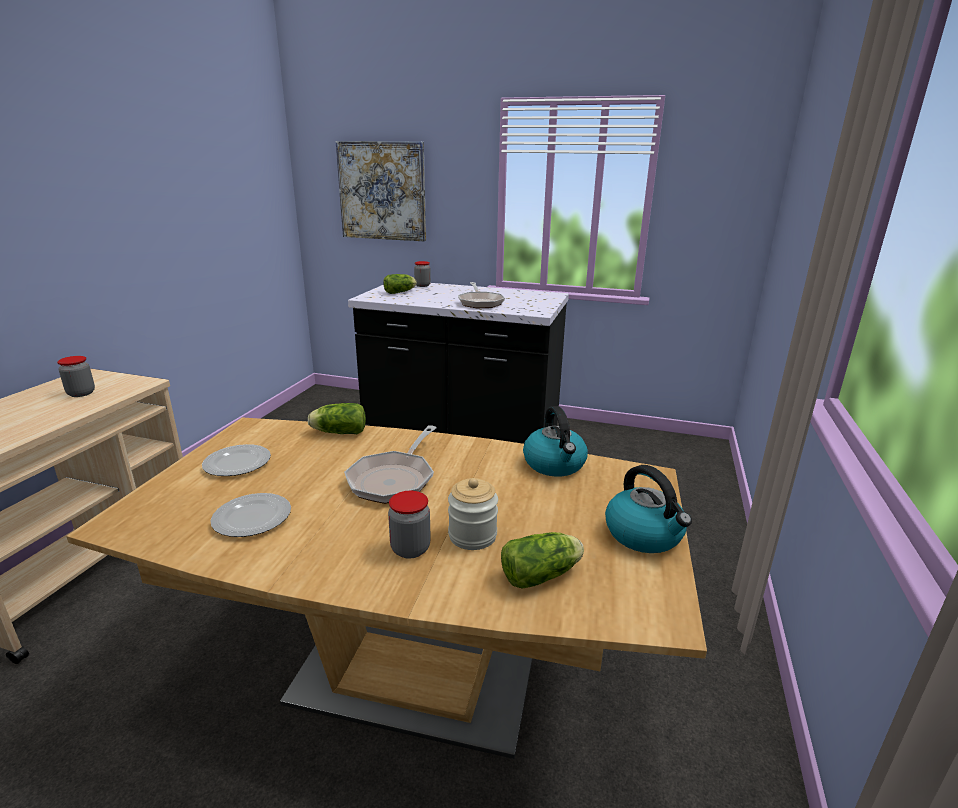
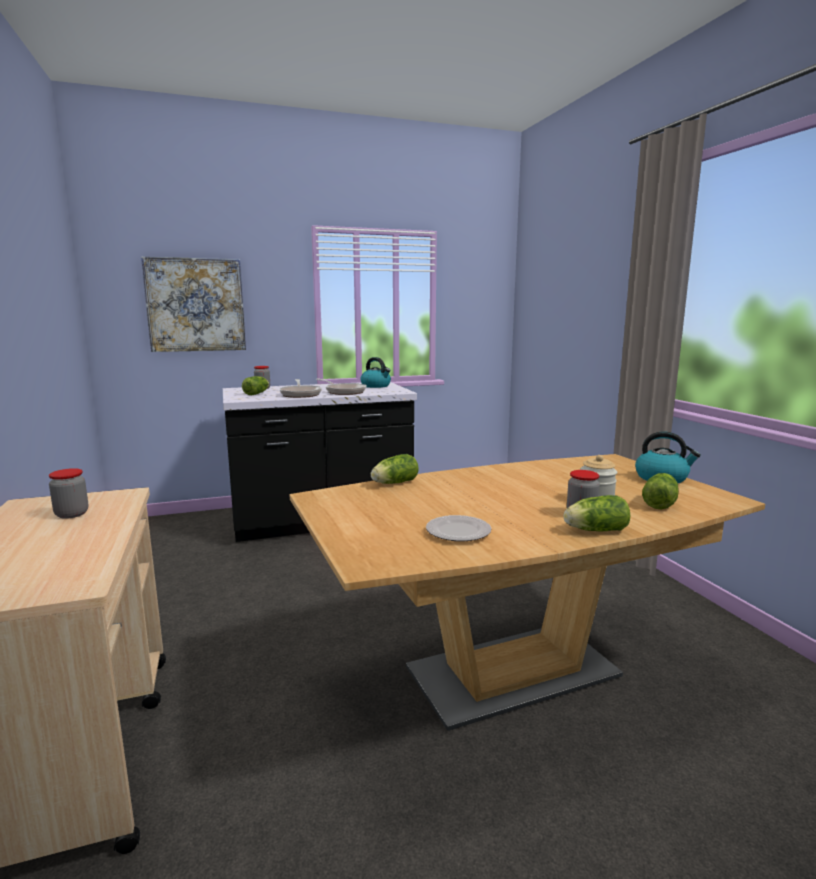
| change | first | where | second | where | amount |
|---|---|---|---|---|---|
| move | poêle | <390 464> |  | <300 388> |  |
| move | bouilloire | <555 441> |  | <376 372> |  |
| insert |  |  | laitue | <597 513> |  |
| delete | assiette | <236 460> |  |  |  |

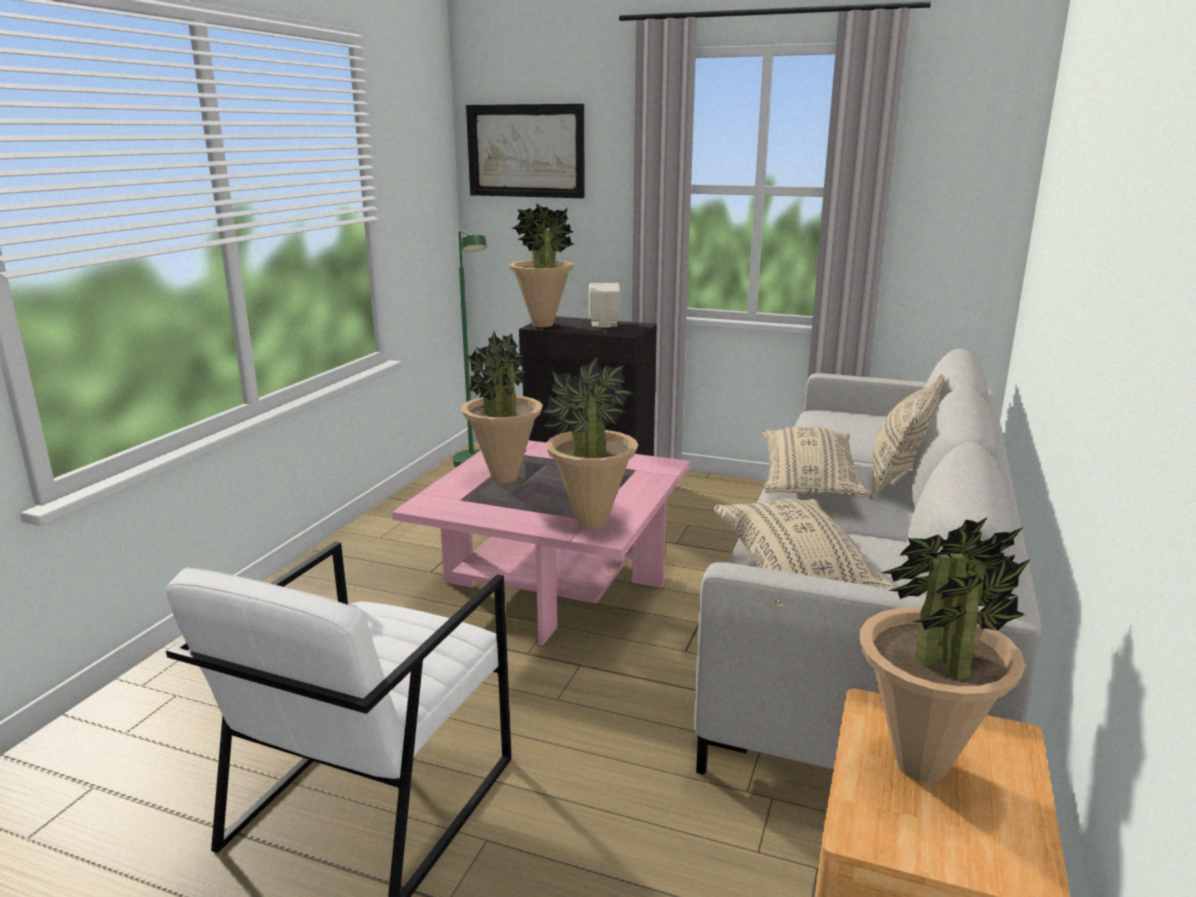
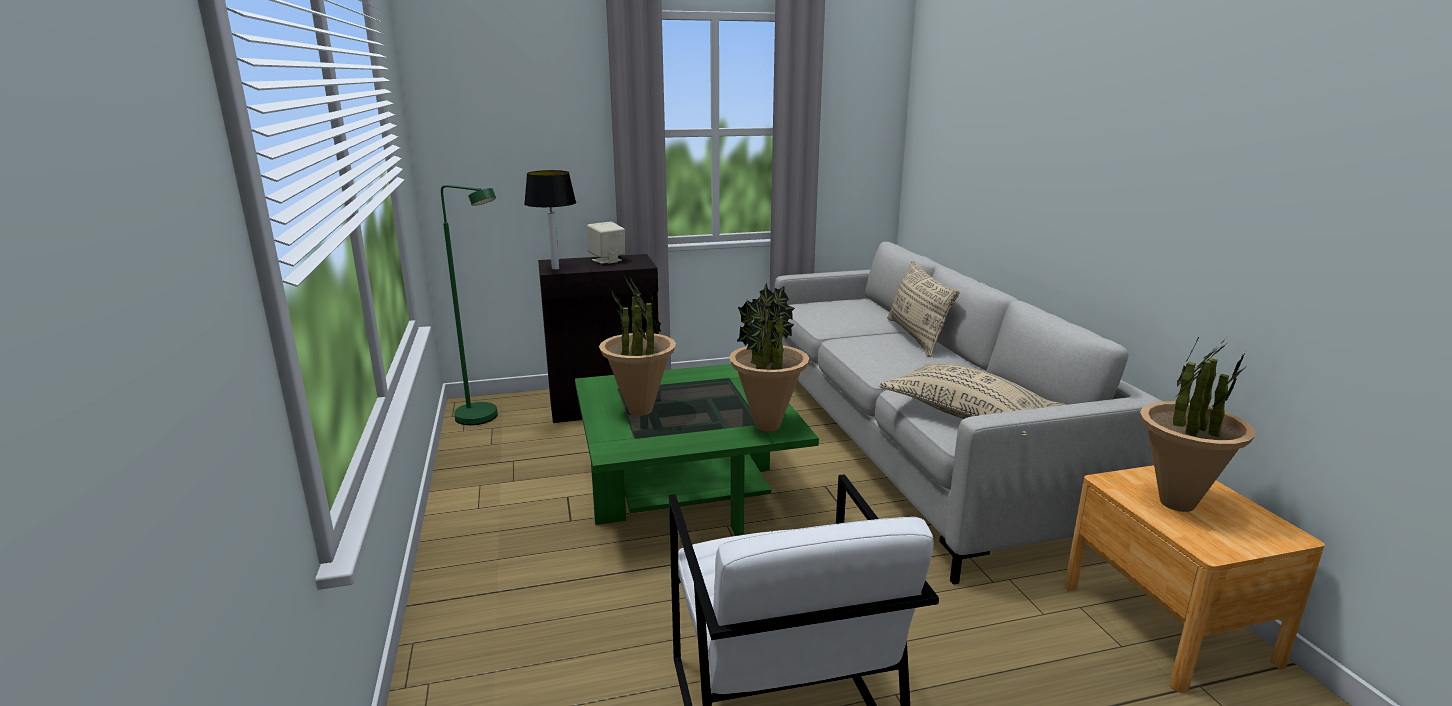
| change | first | where | second | where | amount |
|---|---|---|---|---|---|
| replace | plante en pot | <541 265> | lampe de table | <550 220> |  |
| recolor | table basse/rose | <541 542> | table basse/vert | <697 450> |  |
| delete | tableau | <525 151> |  |  |  |
| delete | coussin/beige | <815 462> |  |  |  |

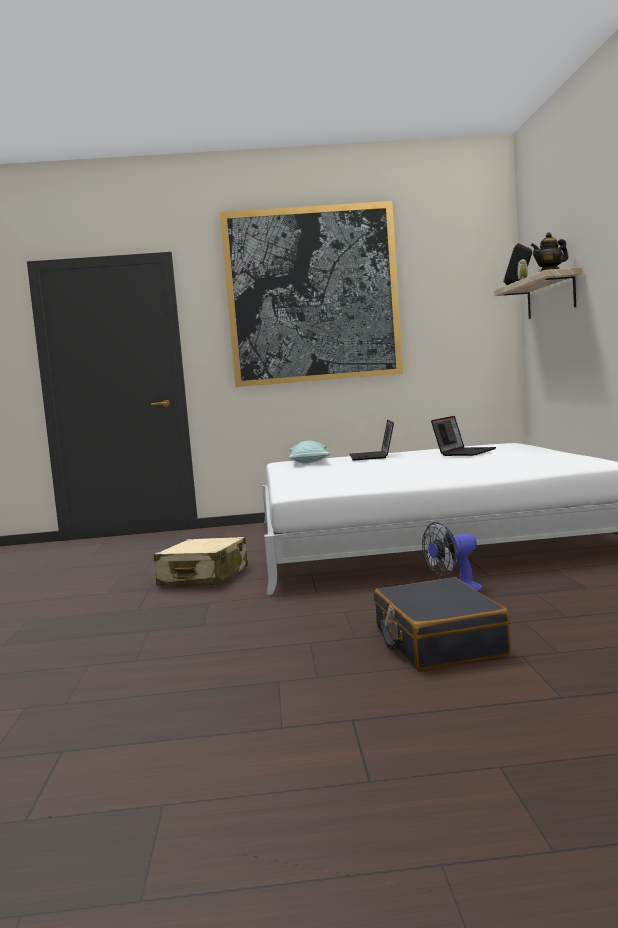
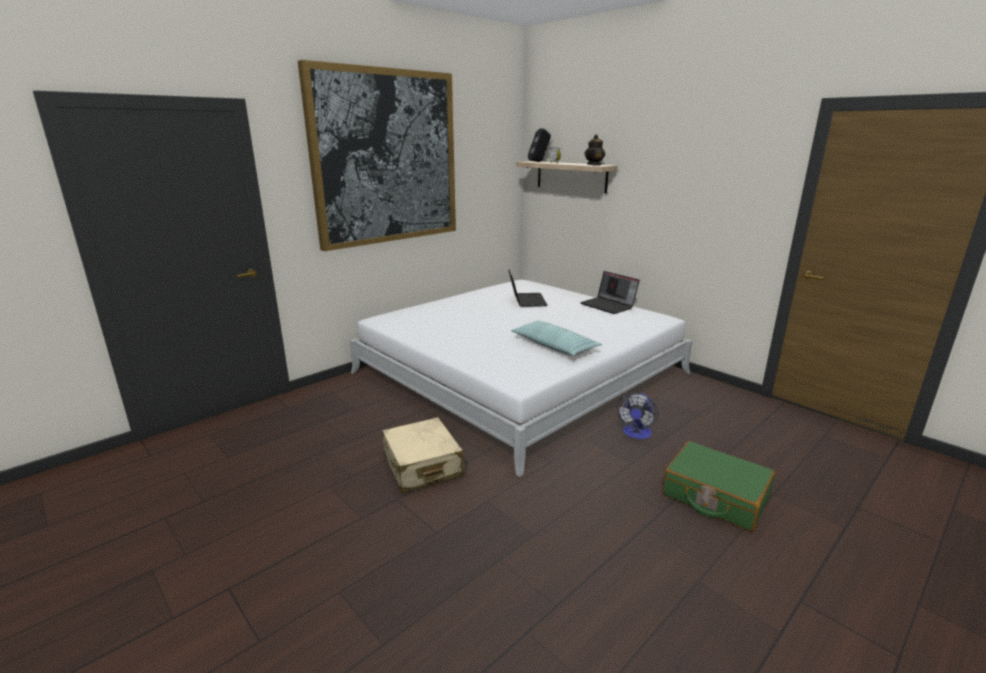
| change | first | where | second | where | amount |
|---|---|---|---|---|---|
| move | coussin | <309 452> |  | <556 338> |  |
| move | ordinateur portable | <372 440> |  | <610 292> |  |
| recolor | valise/noir | <442 623> | valise/vert | <719 486> |  |

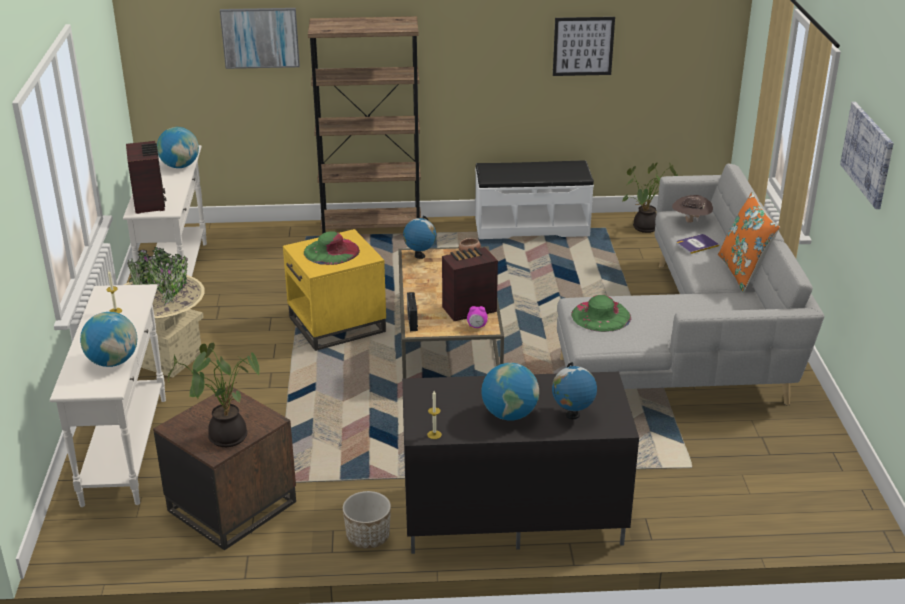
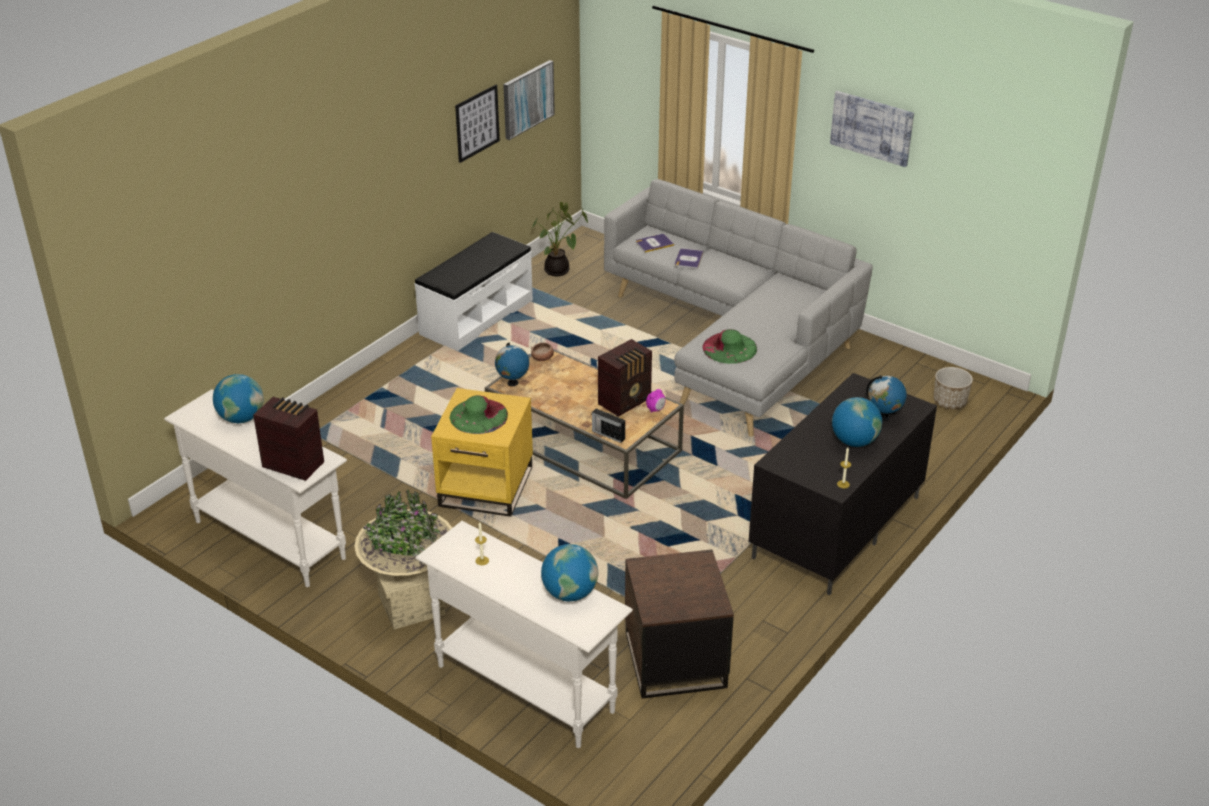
| change | first | where | second | where | amount |
|---|---|---|---|---|---|
| move | tableau | <260 38> |  | <529 100> |  |
| rotate | radio | <470 284> |  | <625 378> | 150 degrees counterclockwise |
| replace | chapeau/marron | <692 209> | livre | <655 243> |  |
| move | cache-pot | <367 520> |  | <953 388> |  |
| delete | plante en pot | <213 395> |  |  |  |
| delete | bibliothèque/marron | <364 125> |  |  |  |
| delete | coussin/orange | <749 242> |  |  |  |

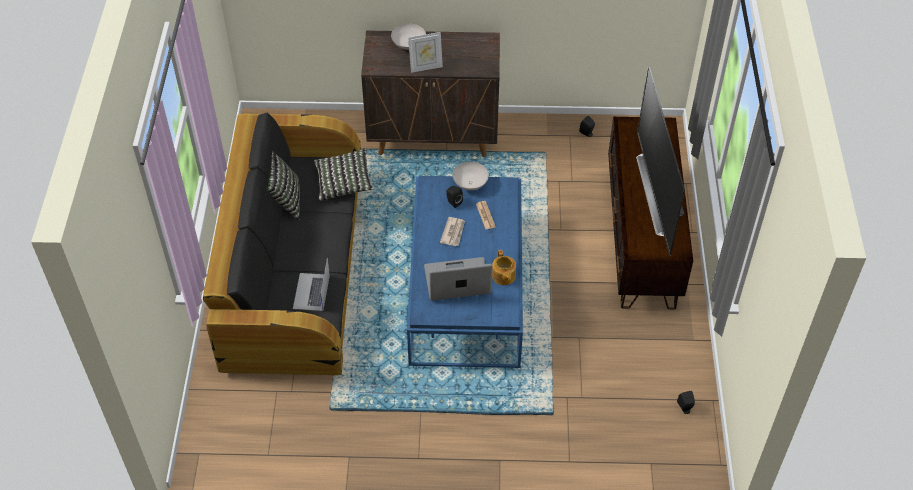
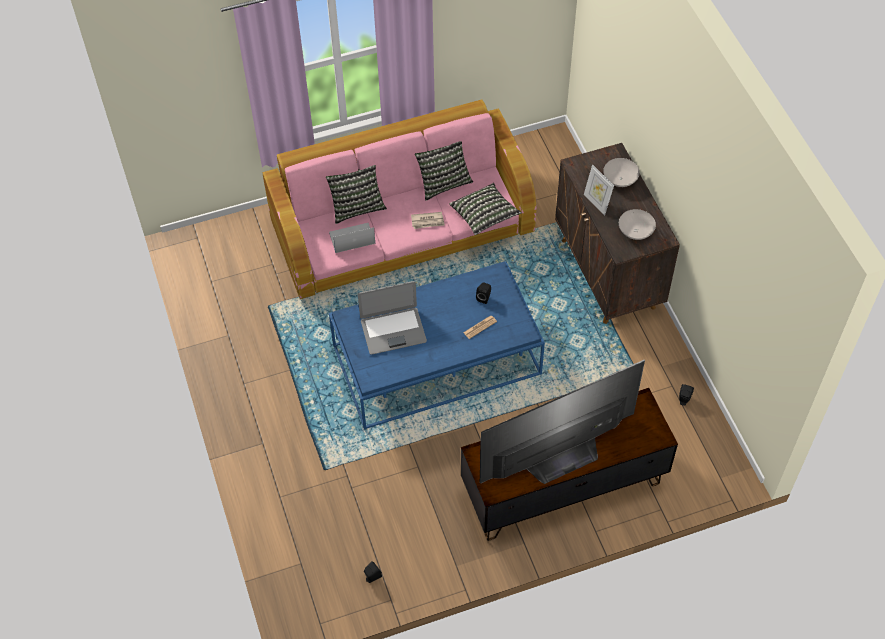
| change | first | where | second | where | amount |
|---|---|---|---|---|---|
| recolor | canapé/noir | <282 244> | canapé/rose | <399 199> |  |
| insert |  |  | coussin | <356 194> |  |
| rotate | ordinateur portable | <458 279> |  | <392 318> | 105 degrees clockwise |
| move | journal | <452 231> |  | <428 220> |  |
| move | bol/blanc | <470 176> |  | <637 224> |  |
| delete | théière | <504 267> |  |  |  |

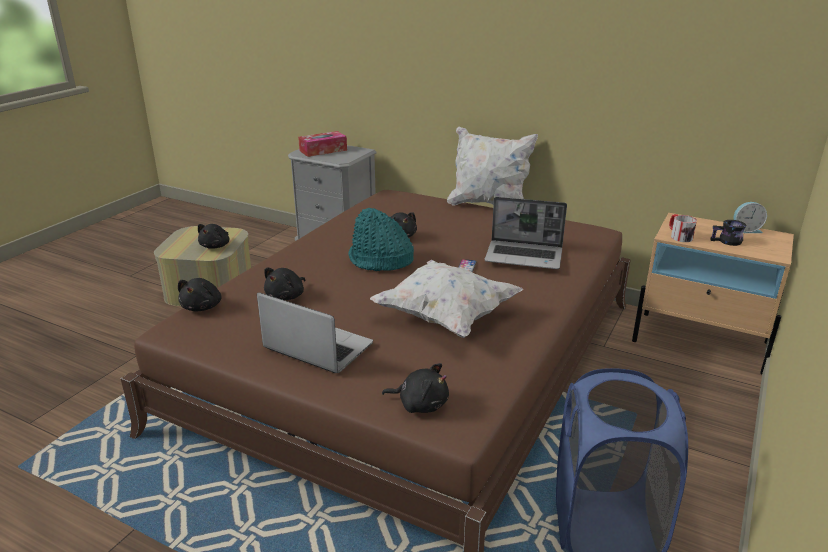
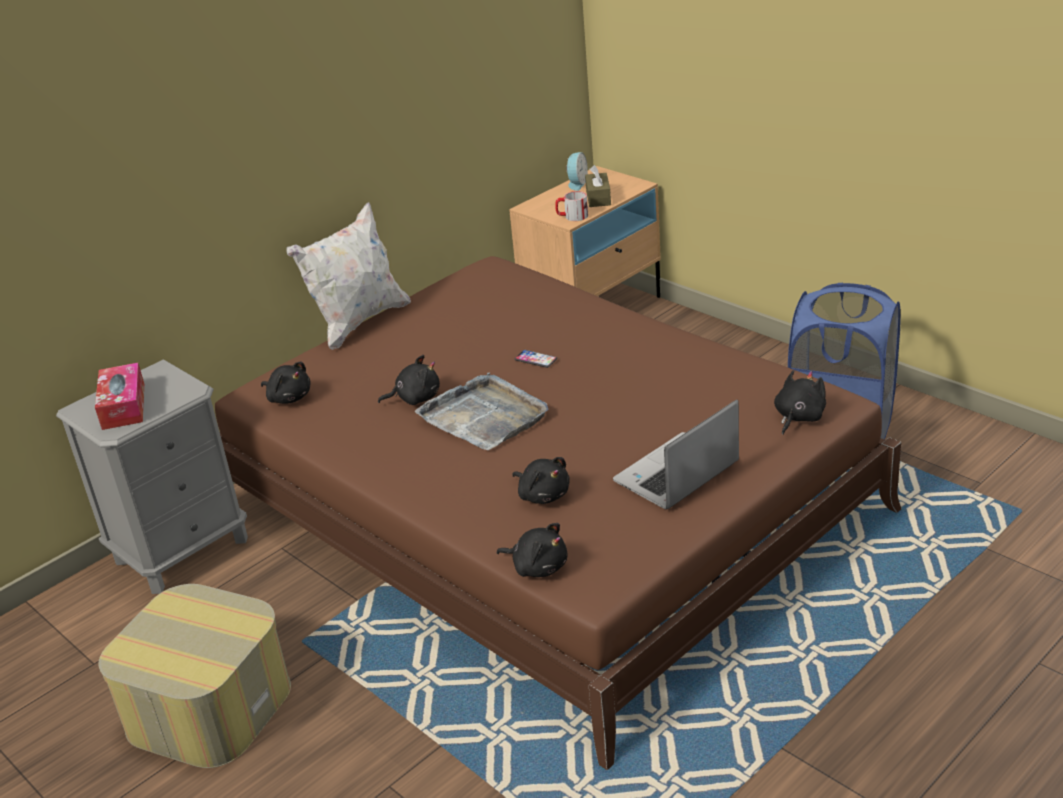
| change | first | where | second | where | amount |
|---|---|---|---|---|---|
| move | peluche/noir | <213 236> |  | <286 383> |  |
| replace | chapeau/turquoise | <381 239> | plateau/gris | <481 411> |  |
| replace | mug/noir | <728 233> | boîte à mouchoirs/marron | <598 186> |  |
| delete | coussin/blanc | <446 299> |  |  |  |
| delete | ordinateur portable | <525 233> |  |  |  |

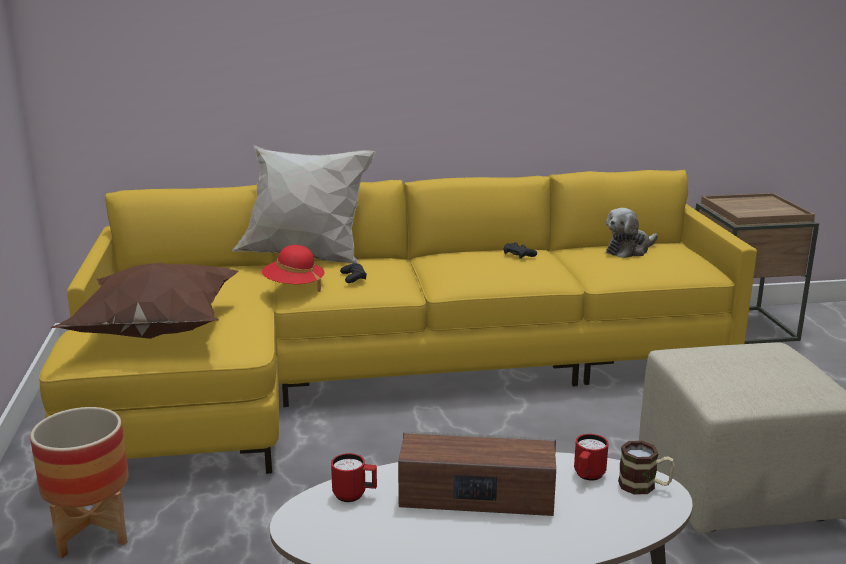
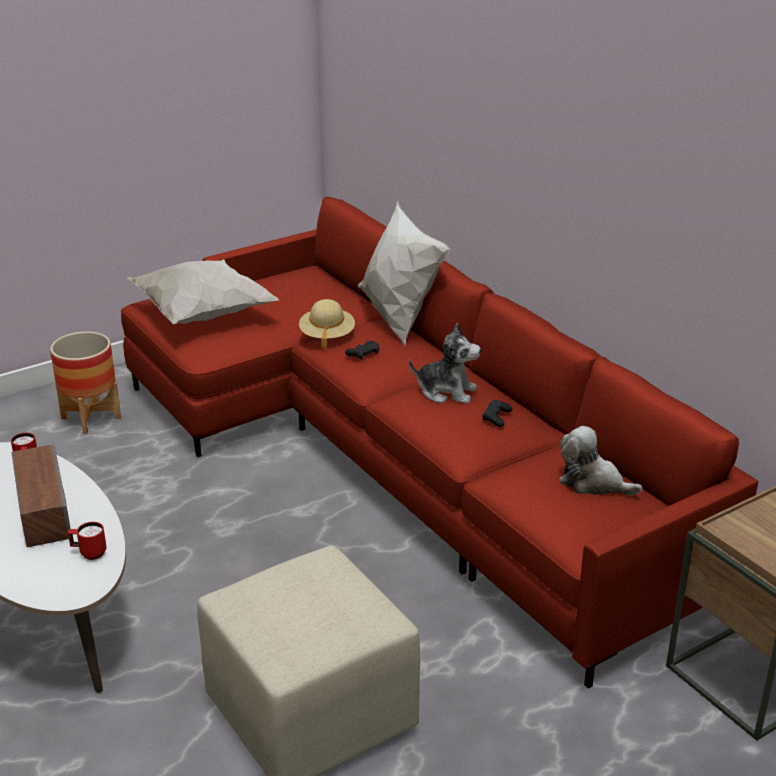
| change | first | where | second | where | amount |
|---|---|---|---|---|---|
| recolor | canapé/jaune | <398 322> | canapé/rouge | <439 443> |  |
| recolor | coussin/marron | <144 301> | coussin/blanc | <203 291> |  |
| recolor | chapeau/rouge | <293 268> | chapeau/beige | <327 324> |  |
| insert |  |  | peluche | <445 363> |  |
| delete | mug | <646 468> |  |  |  |

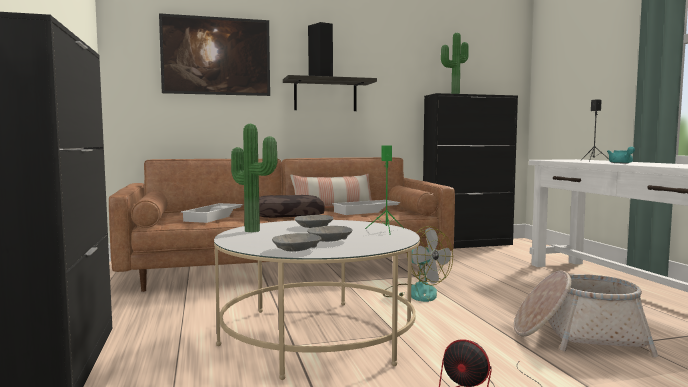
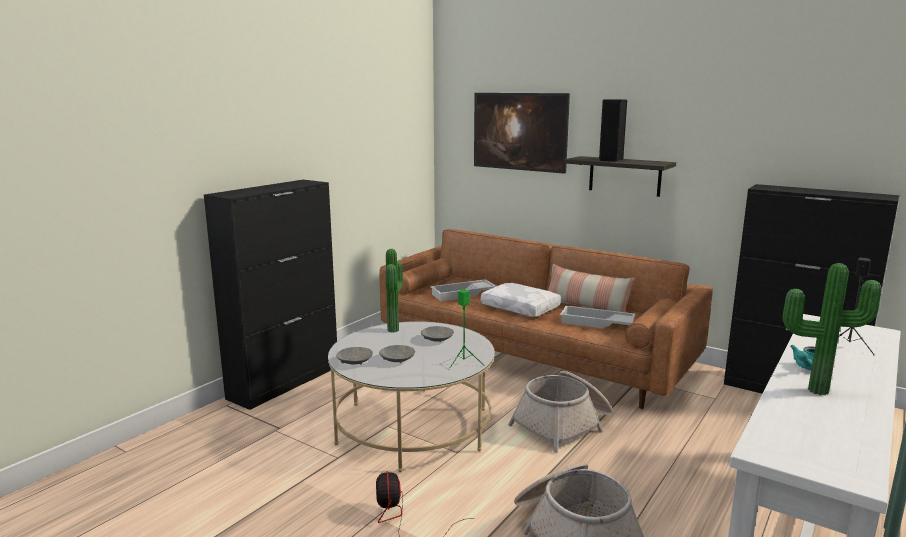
| change | first | where | second | where | amount |
|---|---|---|---|---|---|
| recolor | coussin/marron | <291 206> | coussin/blanc | <521 300> |  |
| replace | ventilateur | <418 264> | panier | <560 412> |  |
| move | plante en pot | <455 63> |  | <832 329> |  |

